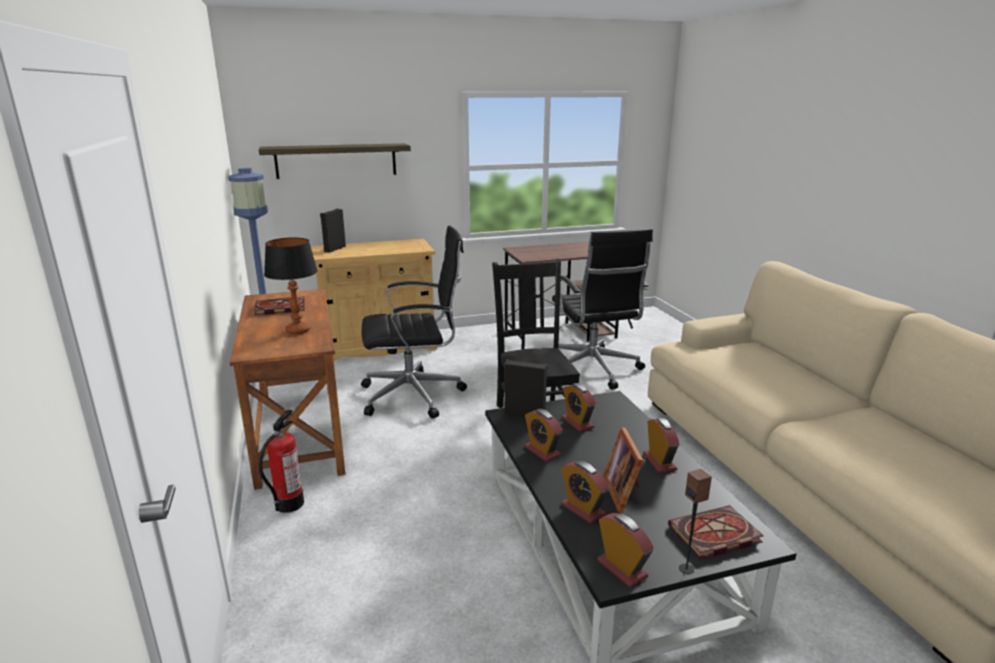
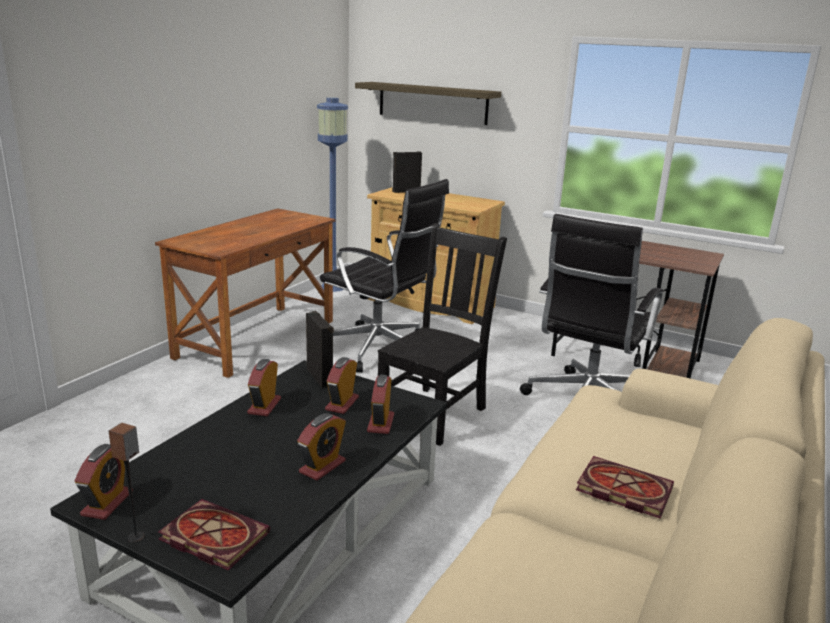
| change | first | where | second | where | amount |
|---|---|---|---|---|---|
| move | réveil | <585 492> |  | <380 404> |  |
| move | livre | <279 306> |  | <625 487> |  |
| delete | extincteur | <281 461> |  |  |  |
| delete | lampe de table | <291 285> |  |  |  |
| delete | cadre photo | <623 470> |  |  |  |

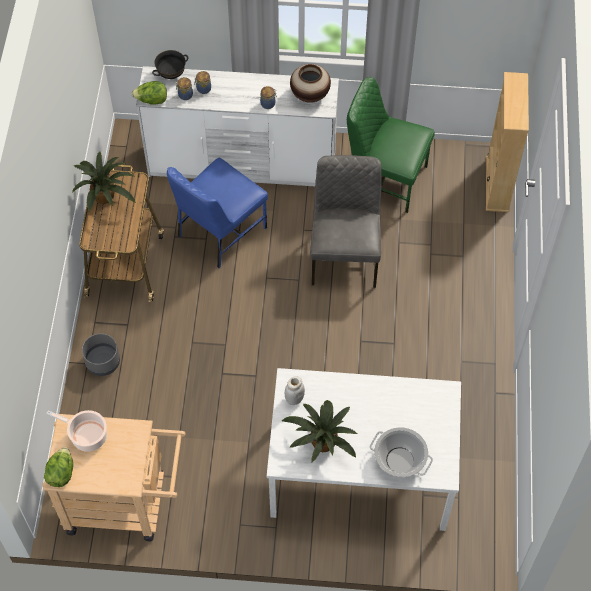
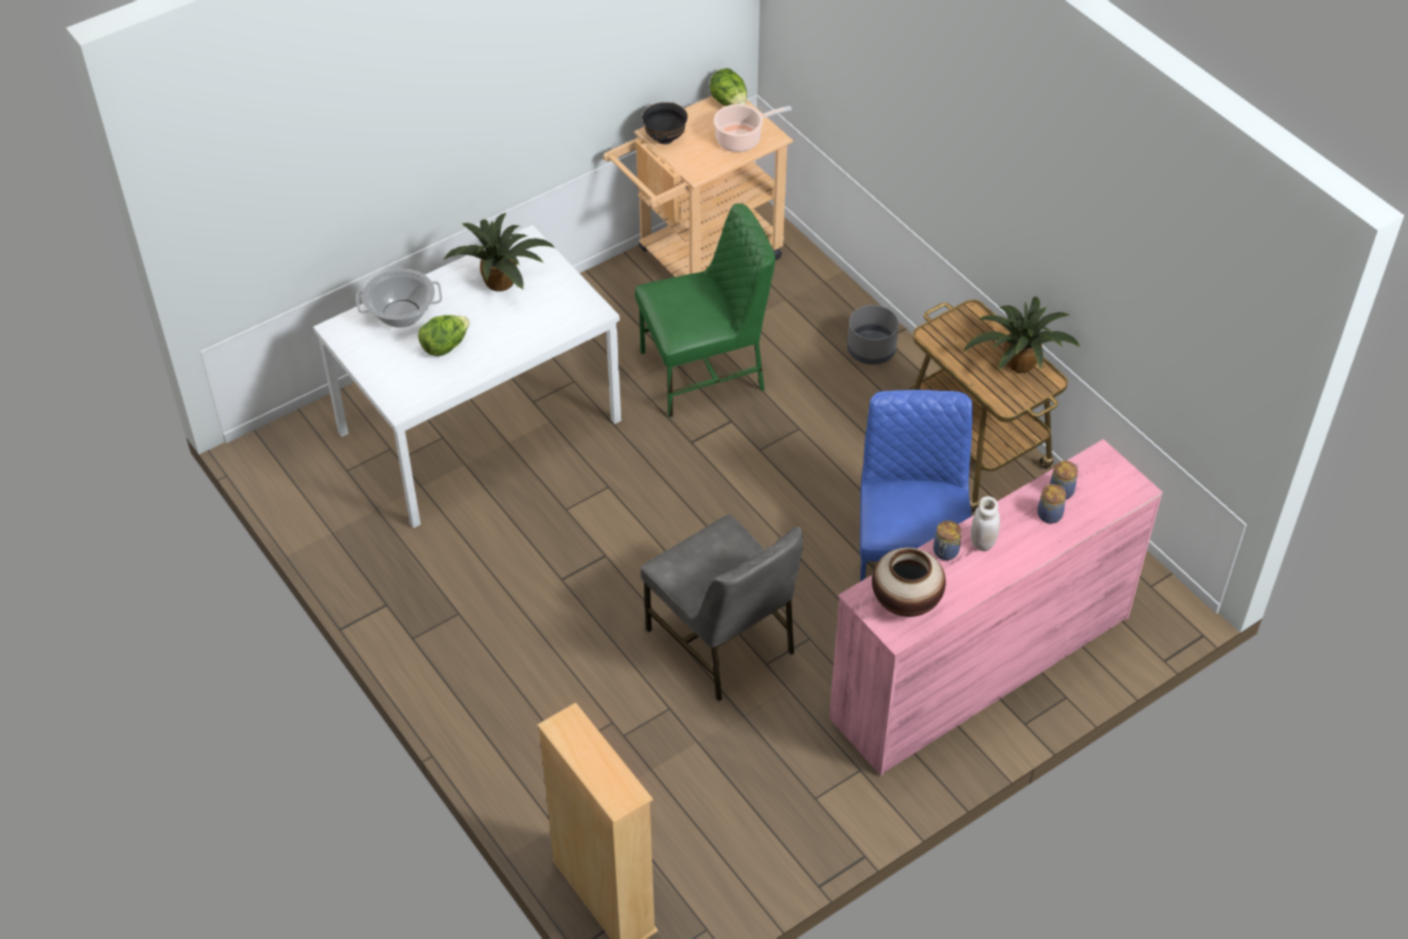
| change | first | where | second | where | amount |
|---|---|---|---|---|---|
| move | laitue | <149 93> |  | <444 335> |  |
| move | chaise/vert | <391 145> |  | <705 310> |  |
| move | bol/noir | <170 64> |  | <665 123> |  |
| recolor | commode/blanc | <237 126> | commode/rose | <996 607> |  |
| move | bocal/blanc | <295 390> |  | <985 523> |  |

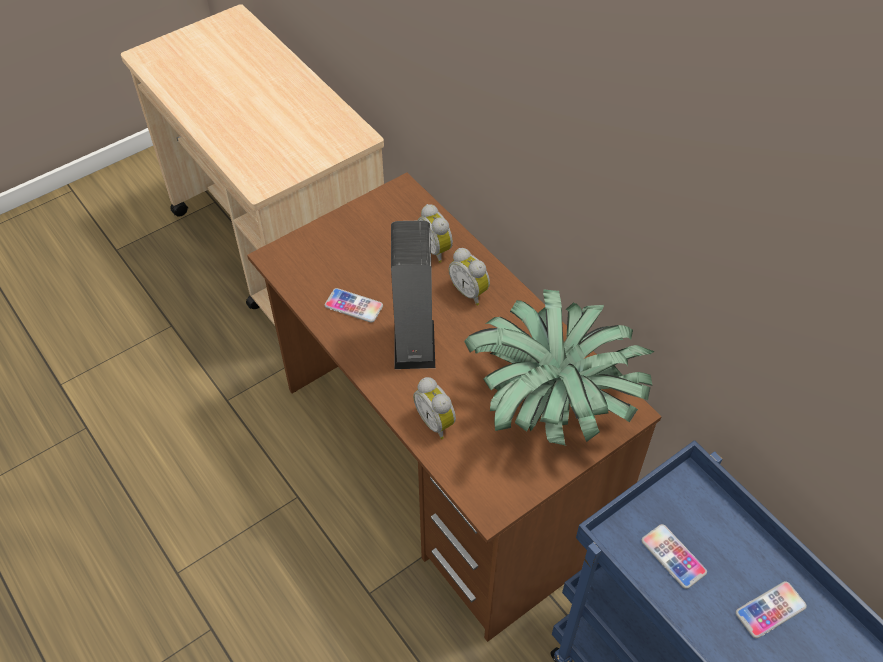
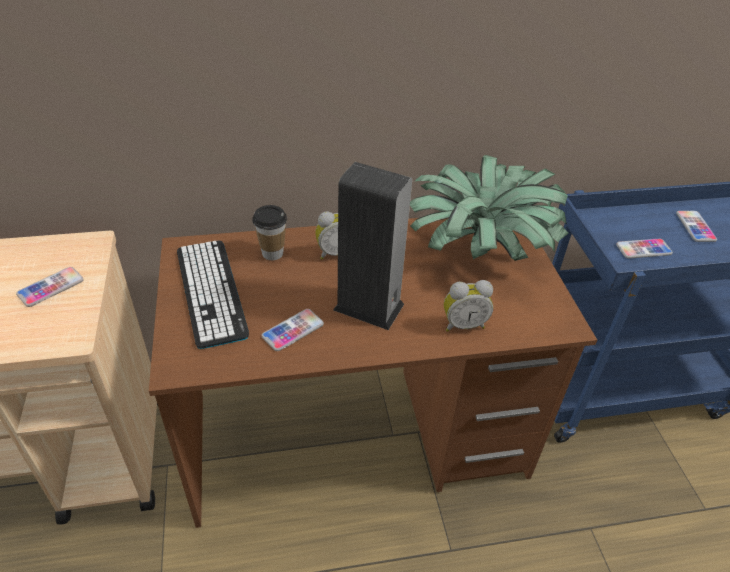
| change | first | where | second | where | amount |
|---|---|---|---|---|---|
| insert |  |  | téléphone | <50 287> |  |
| insert |  |  | clavier | <213 294> |  |
| replace | réveil | <435 233> | tasse | <269 232> |  |

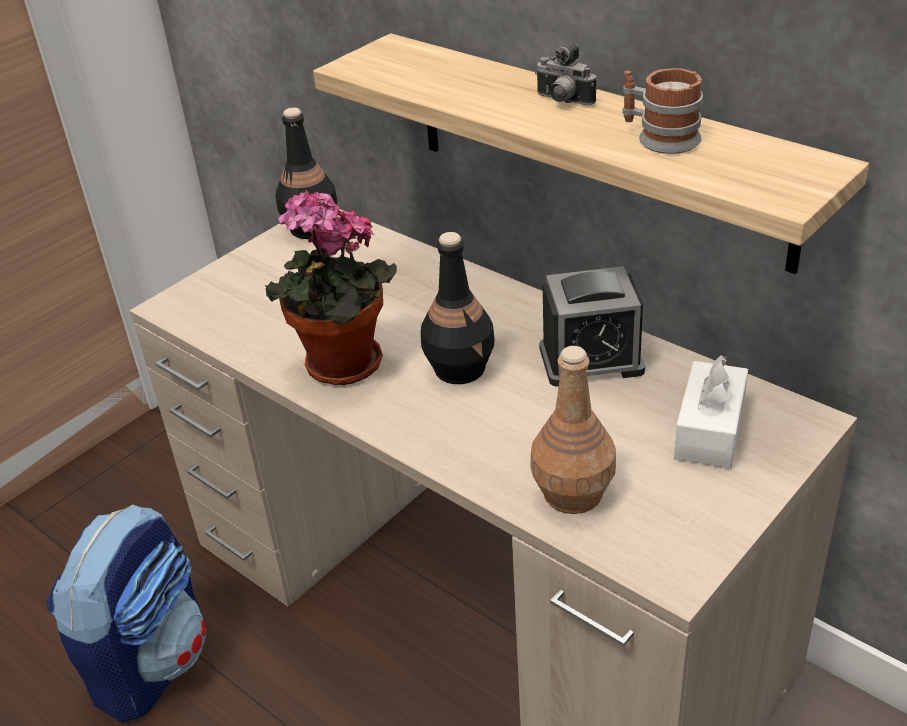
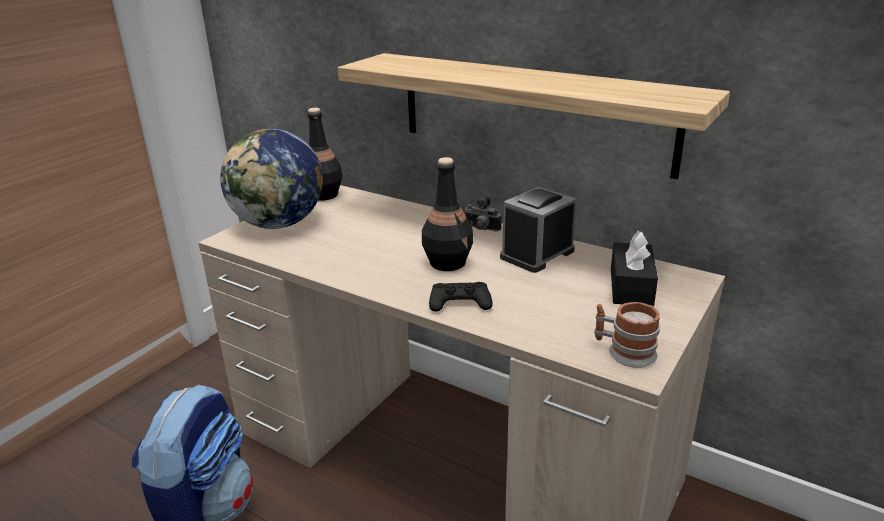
| change | first | where | second | where | amount |
|---|---|---|---|---|---|
| insert |  |  | globe | <271 179> |  |
| insert |  |  | manette/noir | <461 297> |  |
| move | appareil photo | <565 74> |  | <482 213> |  |
| rotate | réveil | <592 326> |  | <538 230> | 150 degrees clockwise |
| move | mug | <662 111> |  | <627 335> |  |
| recolor | boîte à mouchoirs/blanc | <711 412> | boîte à mouchoirs/noir | <634 268> |  |
| delete | plante en pot | <331 288> |  |  |  |
| delete | bouteille/marron | <573 430> |  |  |  |

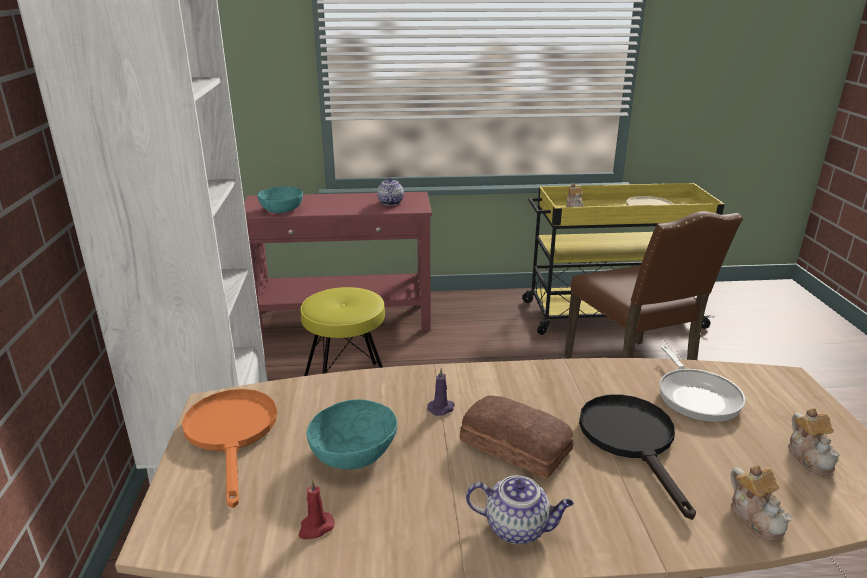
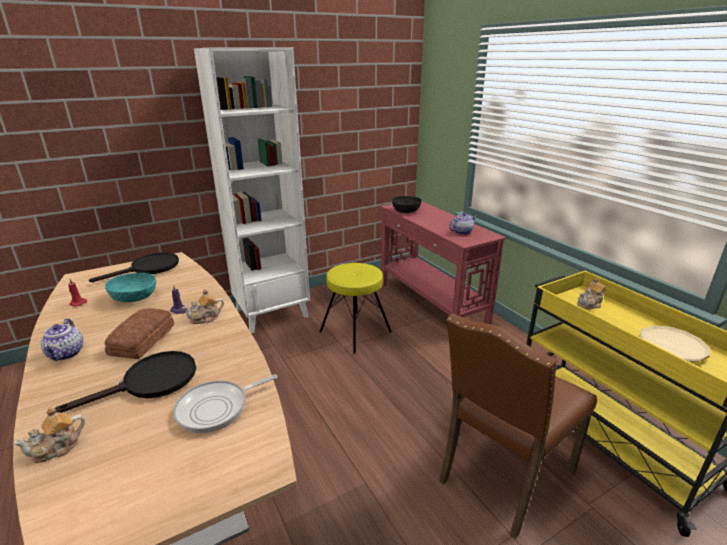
| change | first | where | second | where | amount |
|---|---|---|---|---|---|
| recolor | poêle/orange | <229 448> | poêle/noir | <134 267> |  |
| move | théière | <814 441> |  | <203 306> |  |
| recolor | bol/turquoise | <280 199> | bol/noir | <406 204> |  |

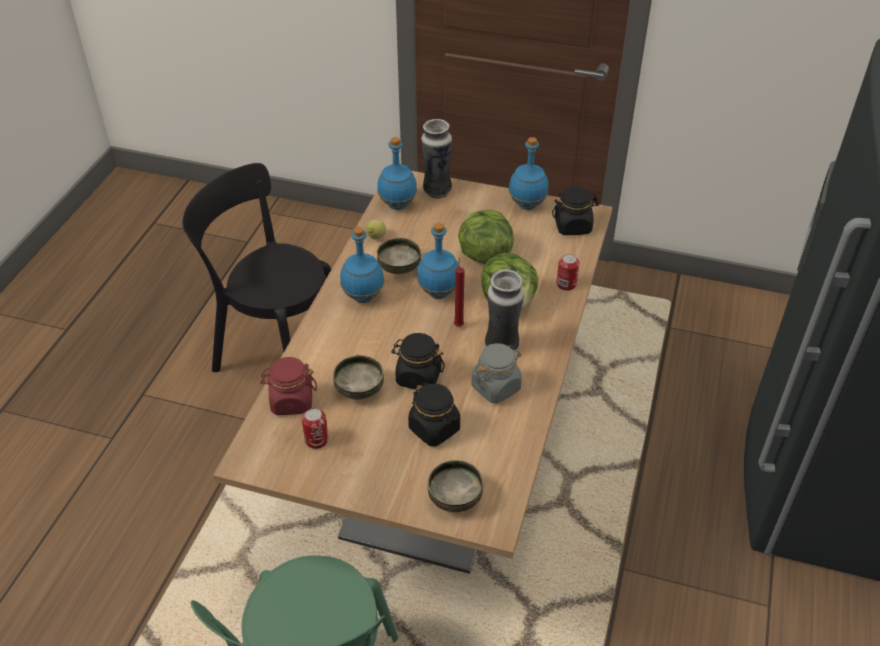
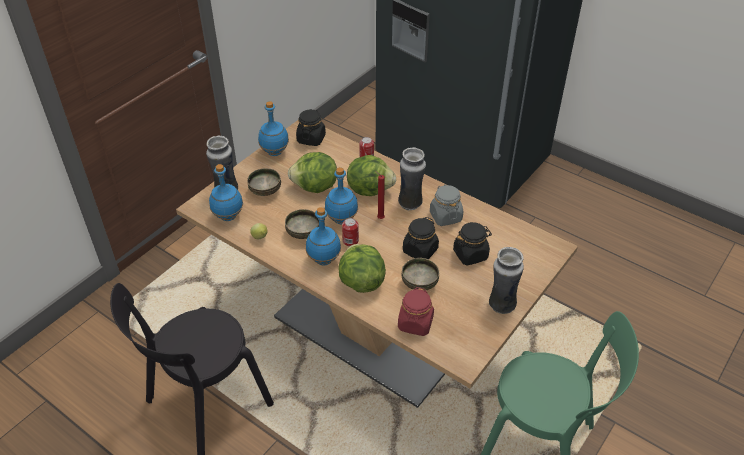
| change | first | where | second | where | amount |
|---|---|---|---|---|---|
| move | bol | <455 486> |  | <264 182> |  |
| insert |  |  | laitue | <362 268> |  |
| move | boîte métallique | <315 428> |  | <350 232> |  |
| insert |  |  | vase | <506 280> |  |

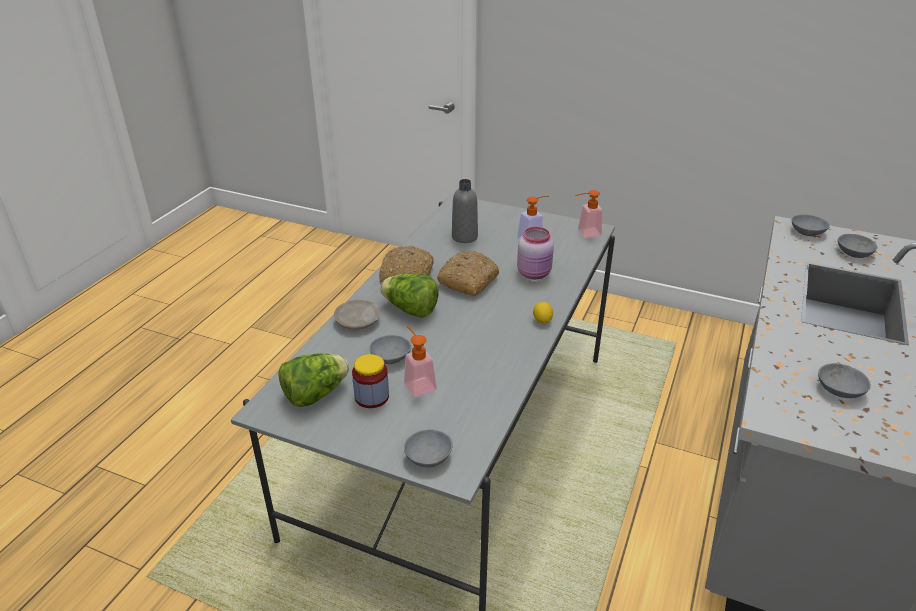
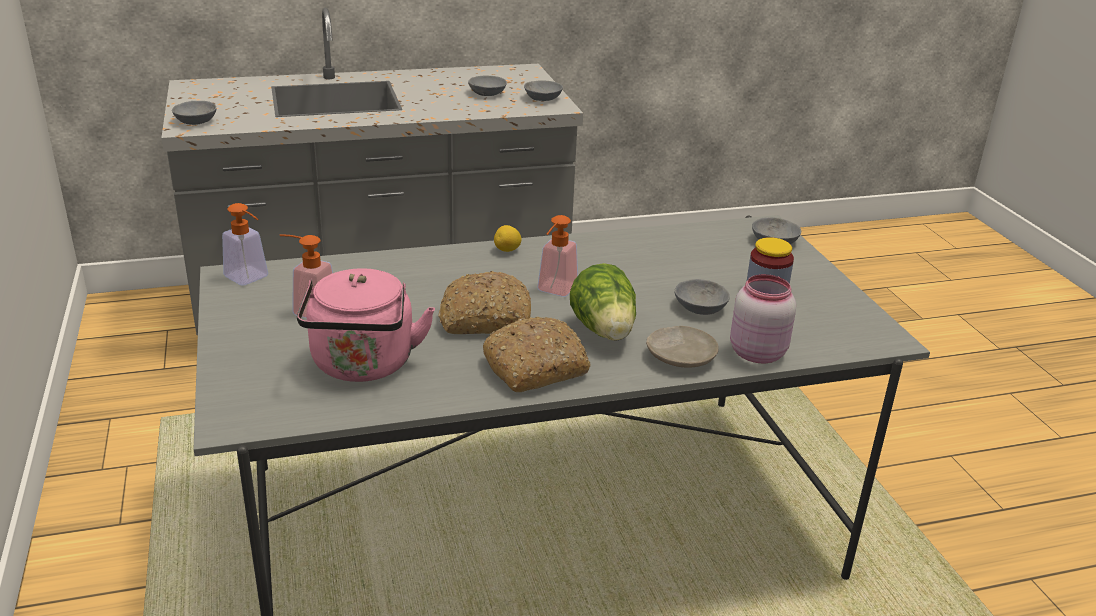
| change | first | where | second | where | amount |
|---|---|---|---|---|---|
| replace | bouteille/gris | <465 211> | bouilloire/rose | <366 325> |  |
| move | bol/gris | <857 246> |  | <543 90> |  |
| move | distributeur de savon | <420 362> |  | <557 256> |  |
| move | bocal/rose | <535 253> |  | <763 318> |  |
| delete | laitue | <313 380> |  |  |  |

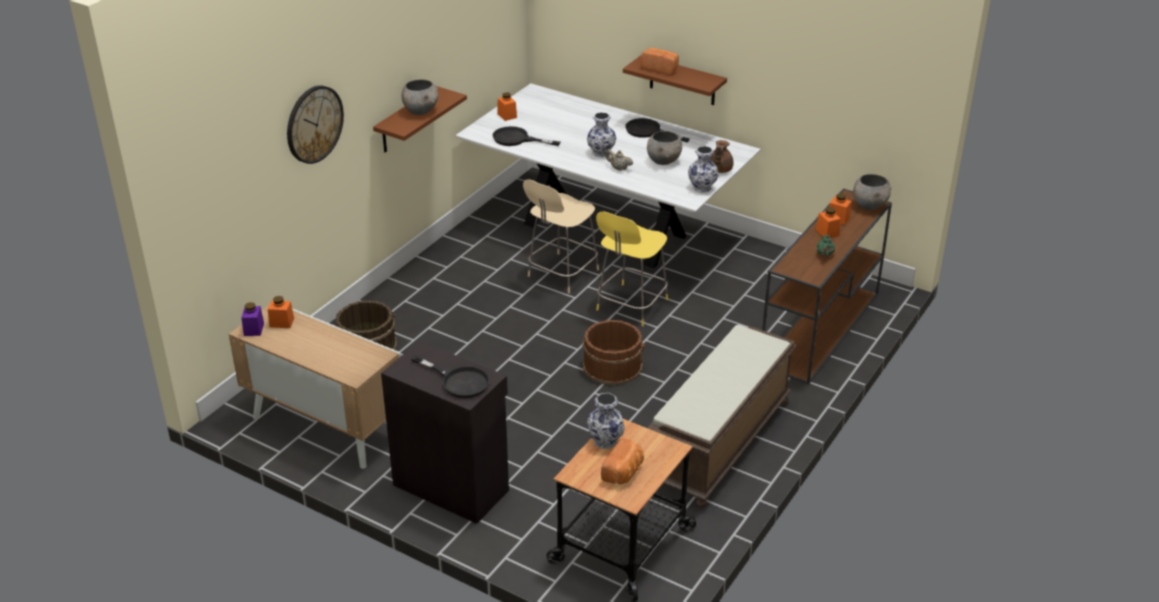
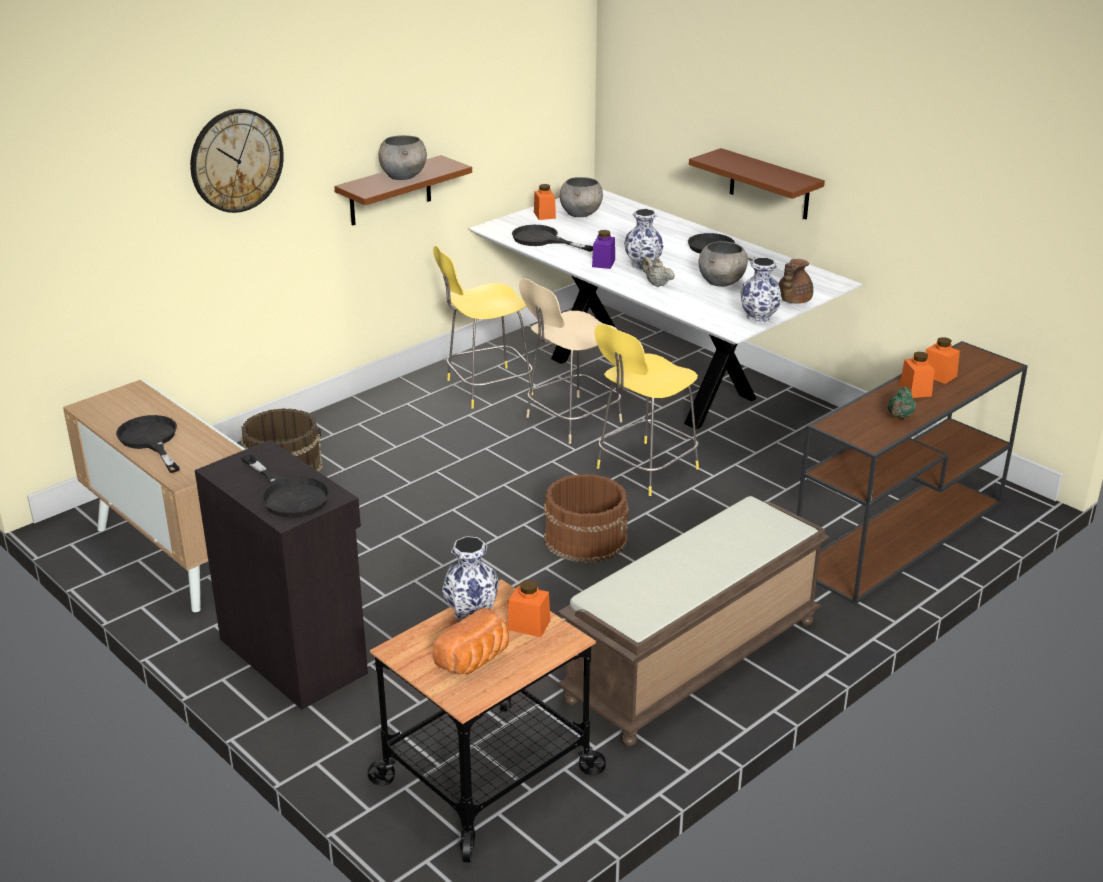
| change | first | where | second | where | amount |
|---|---|---|---|---|---|
| insert |  |  | poêle/noir | <147 444> |  |
| insert |  |  | tabouret/jaune | <483 327> |  |
| move | bocal/orange | <281 312> |  | <529 608> |  |
| move | bol/gris | <872 192> |  | <581 197> |  |
| move | bocal/violet | <253 319> |  | <603 249> |  |
| delete | pain | <660 61> |  |  |  |

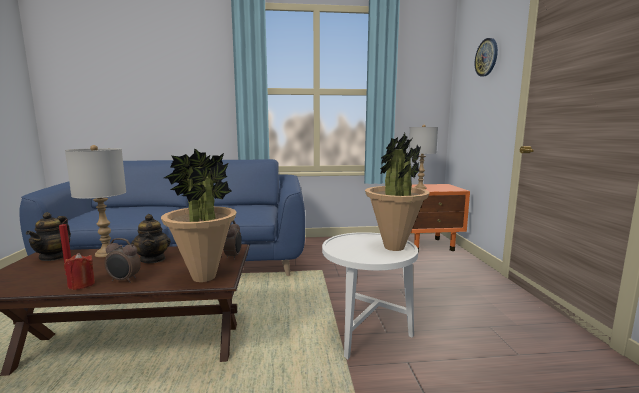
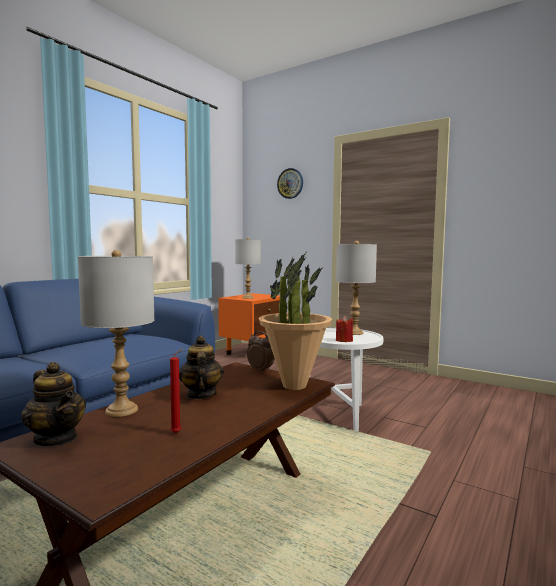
| change | first | where | second | where | amount |
|---|---|---|---|---|---|
| rotate | théière | <151 238> |  | <201 367> | 120 degrees counterclockwise |
| replace | plante en pot | <397 192> | lampe de table/gris | <356 288> |  |
| move | bougie/rouge | <79 271> |  | <344 329> |  |
| delete | réveil | <122 260> |  |  |  |

